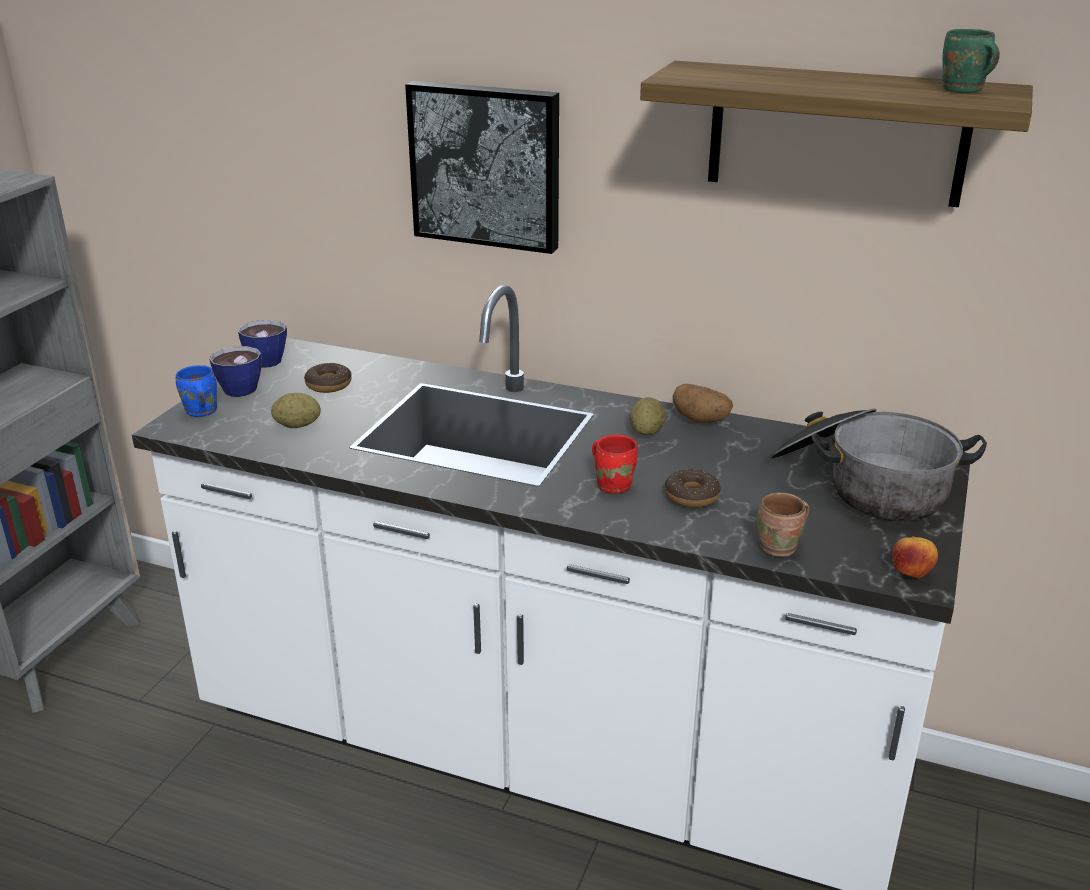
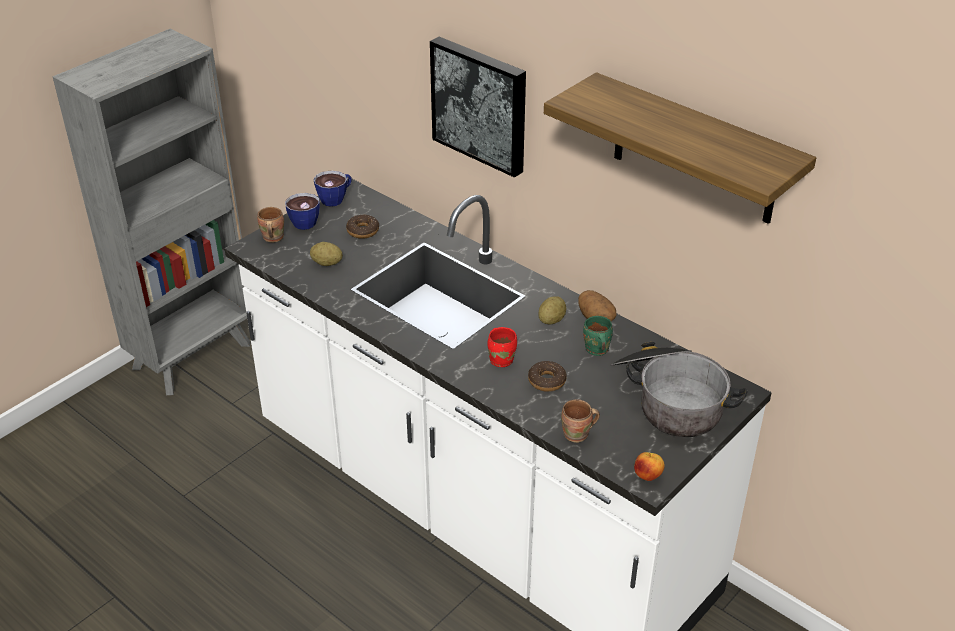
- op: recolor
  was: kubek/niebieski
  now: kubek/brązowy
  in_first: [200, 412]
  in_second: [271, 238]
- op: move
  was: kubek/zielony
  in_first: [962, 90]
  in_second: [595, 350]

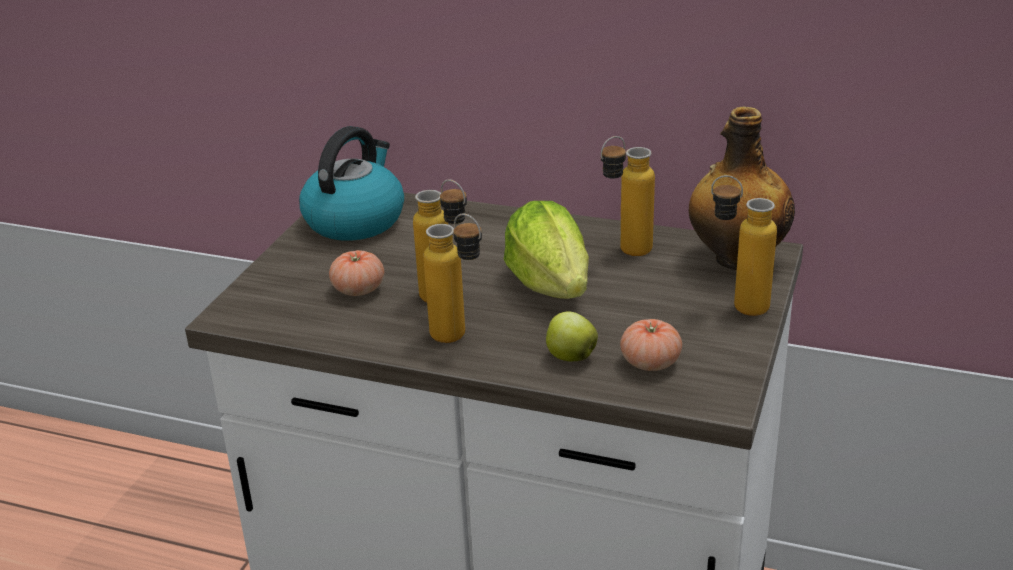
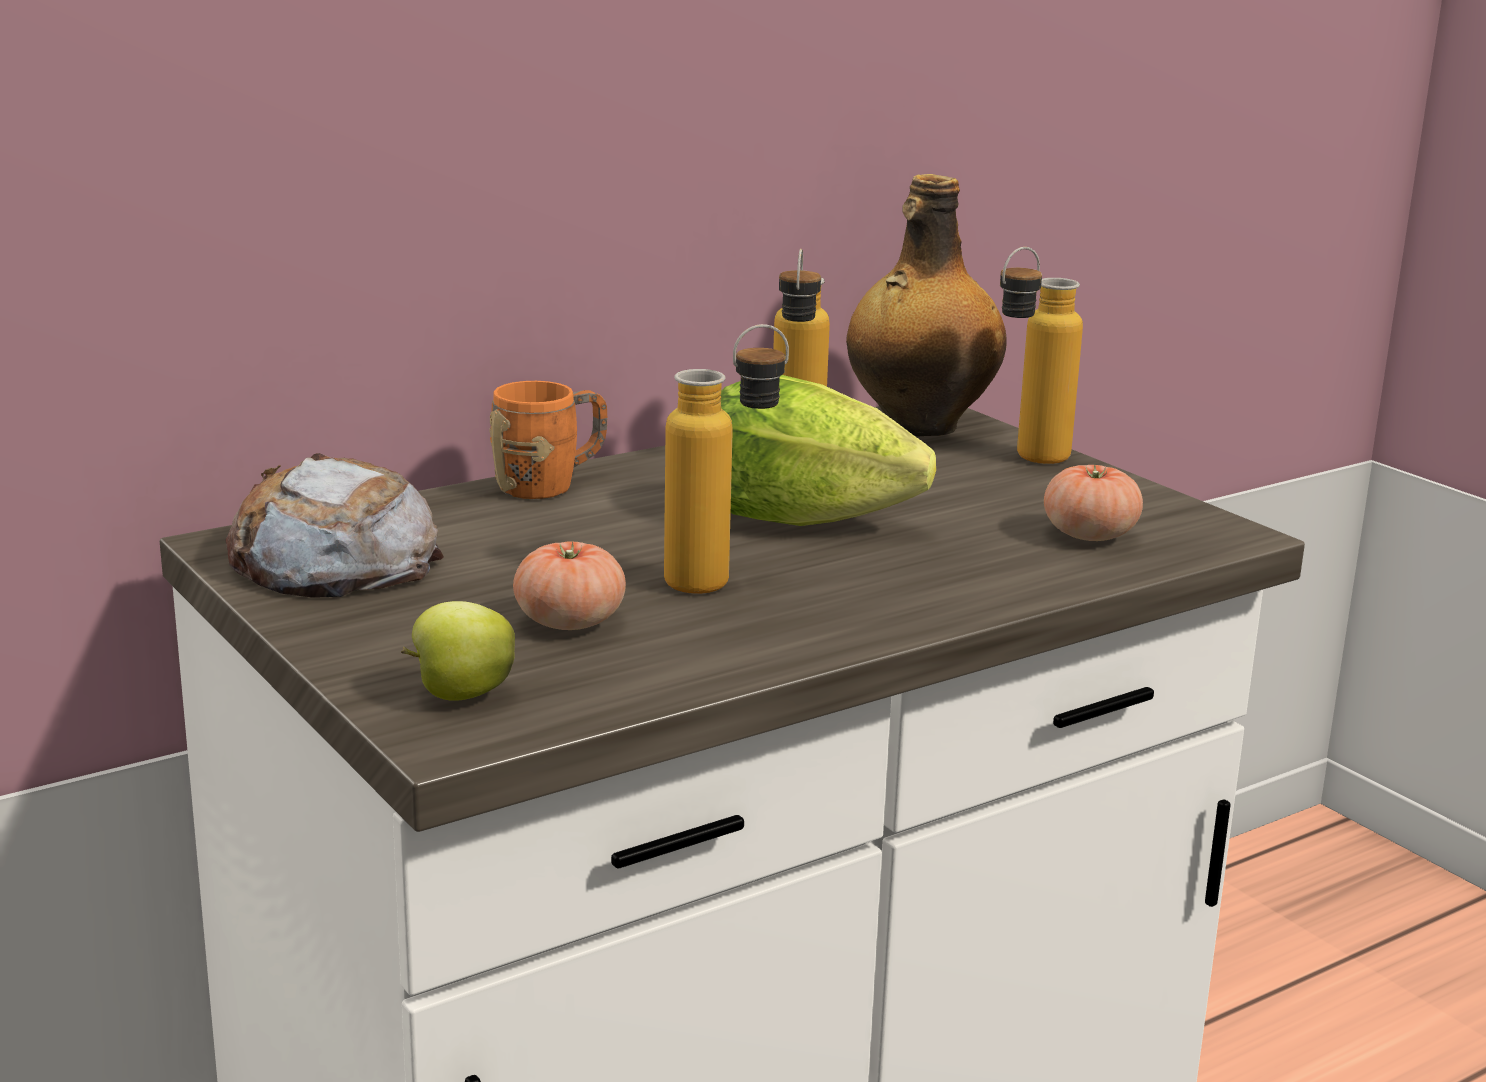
- op: replace
  was: czajnik
  now: chleb
  in_first: [355, 220]
  in_second: [332, 560]
- op: delete
  was: butelka
  in_first: [459, 339]
- op: move
  was: jabłko
  in_first: [570, 356]
  in_second: [459, 695]
- op: insert
  now: kubek/pomarańczowy
  in_second: [550, 484]

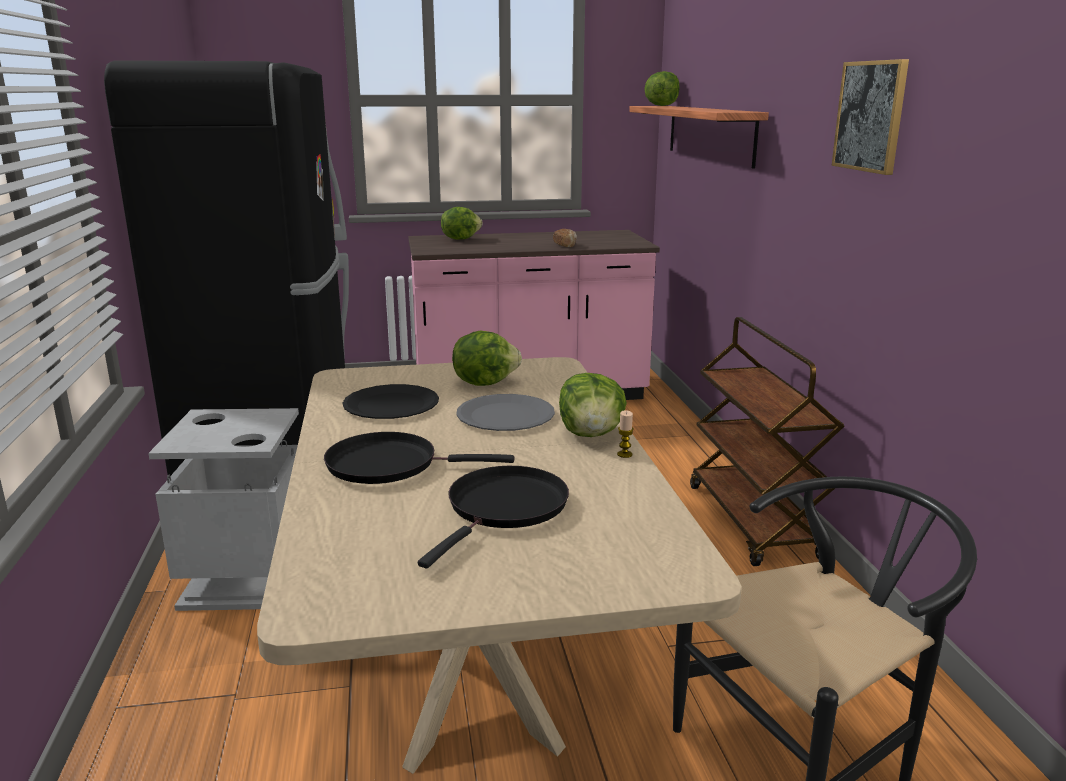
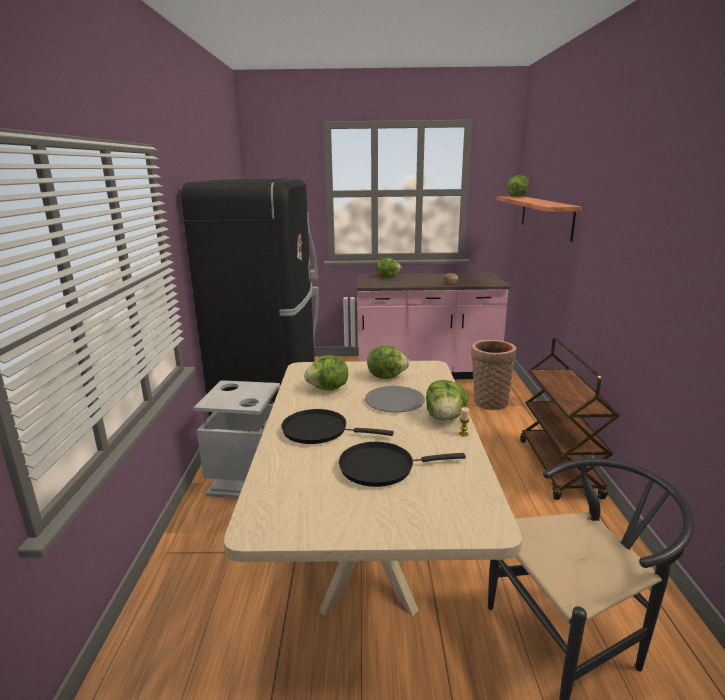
- op: replace
  was: talerz/czarny
  now: sałata
  in_first: [391, 405]
  in_second: [328, 389]
- op: rotate
  was: patelnia/czarny
  in_first: [504, 508]
  in_second: [381, 467]
  clockwise: -135
- op: delete
  was: obraz
  in_first: [870, 116]
- op: insert
  now: koszyk
  in_second: [489, 402]

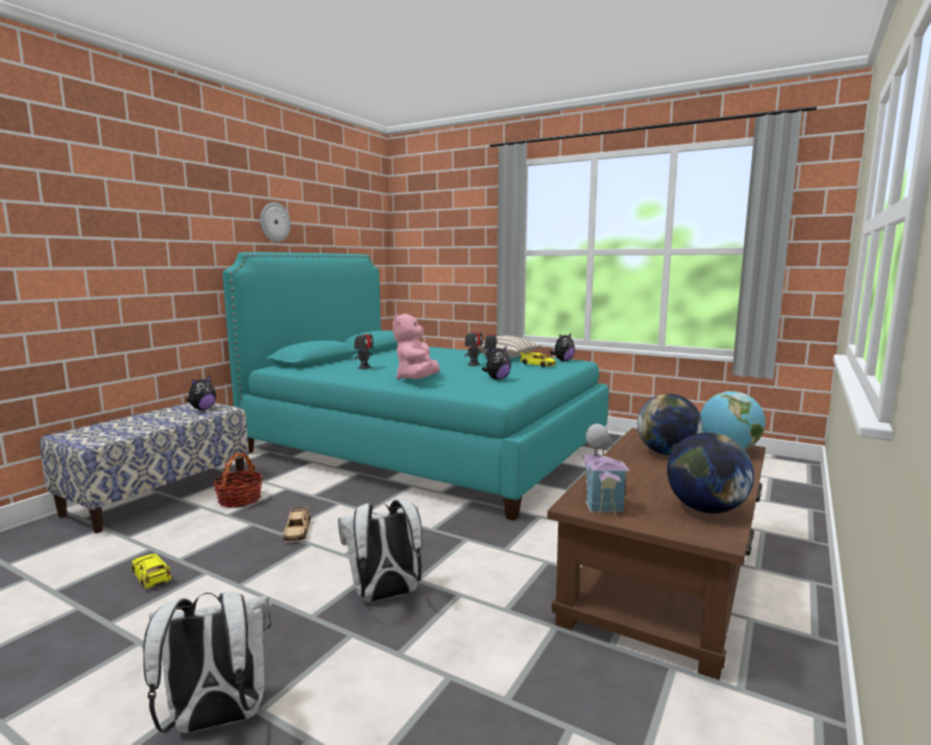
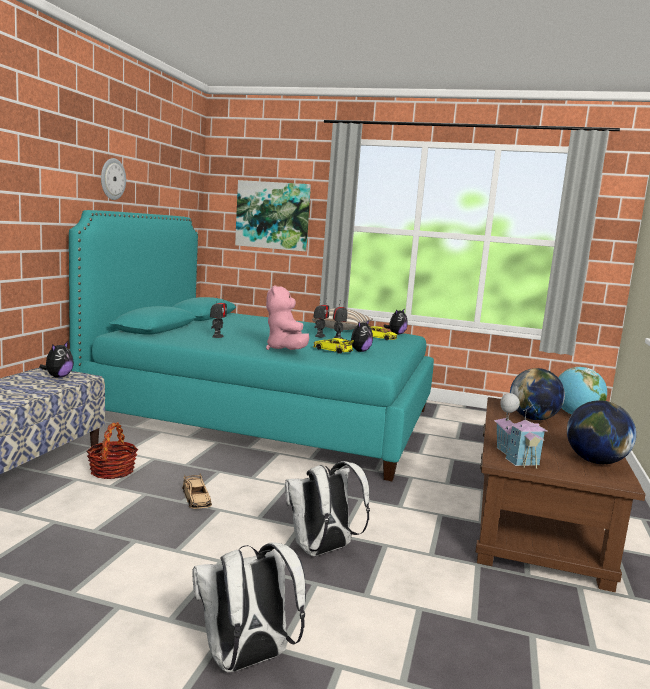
- op: move
  was: samochodzik/żółty
  in_first: [151, 575]
  in_second: [332, 350]
- op: insert
  now: obraz
  in_second: [273, 215]

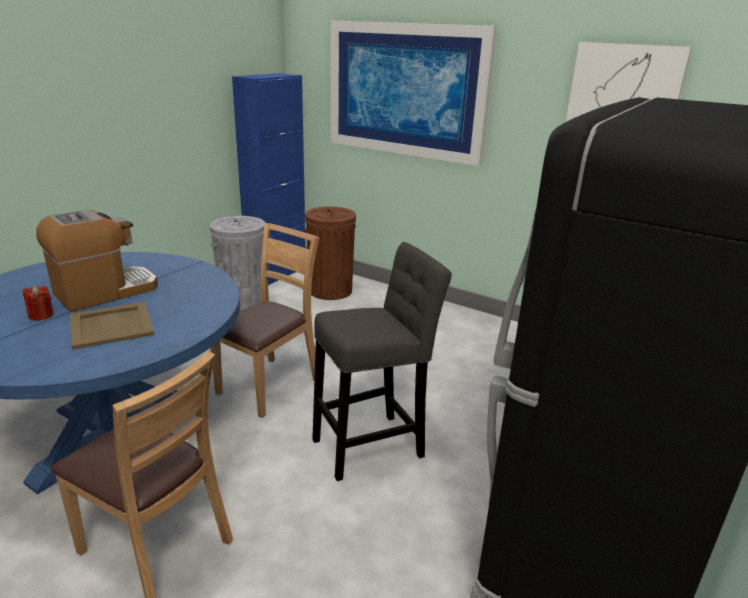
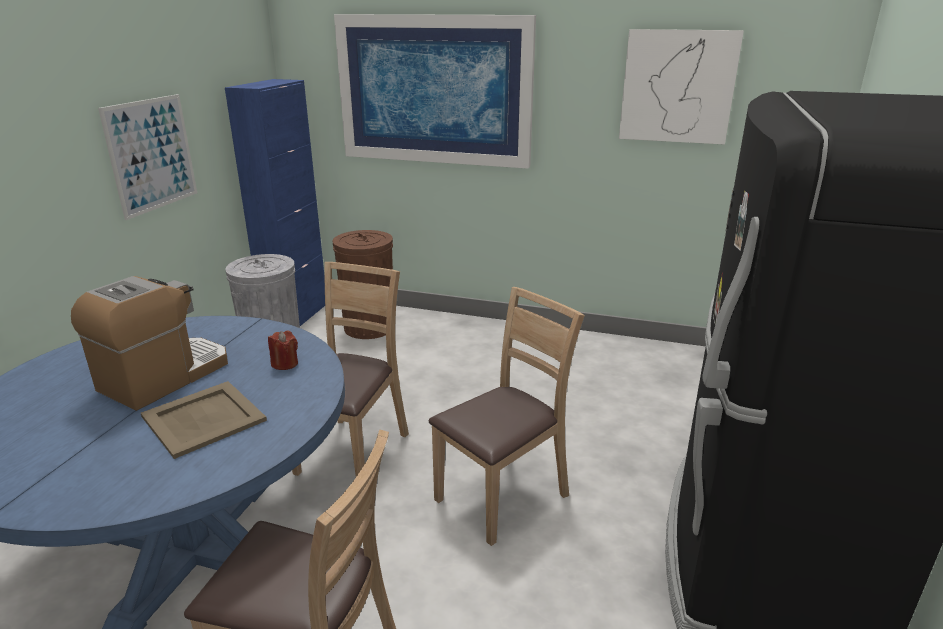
- op: move
  was: świeca/czerwony
  in_first: [41, 315]
  in_second: [285, 364]
- op: replace
  was: stołek/szary
  now: krzesło/brązowy
  in_first: [373, 445]
  in_second: [502, 496]
- op: insert
  now: obraz
  in_second: [151, 154]

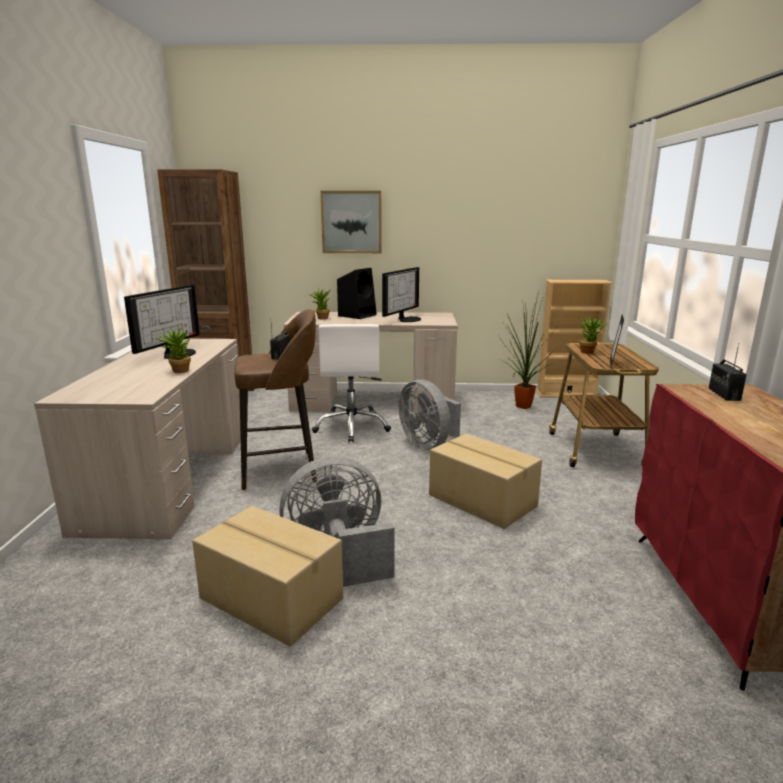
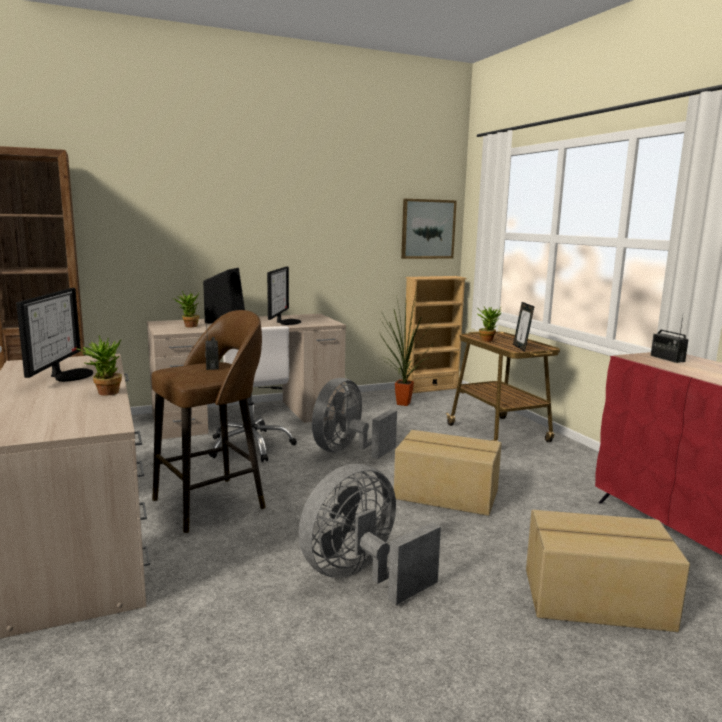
- op: move
  was: karton
  in_first: [270, 599]
  in_second: [597, 600]
- op: move
  was: obraz
  in_first: [351, 222]
  in_second: [427, 229]
- op: rotate
  was: wentylator/szary
  in_first: [428, 444]
  in_second: [347, 451]
  clockwise: 90

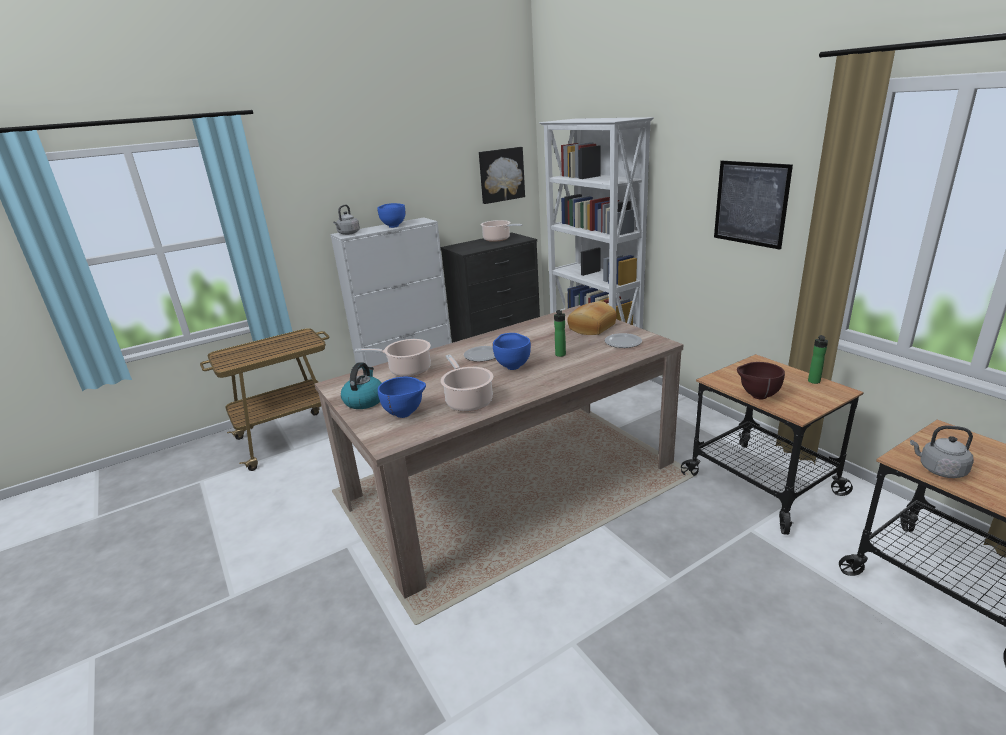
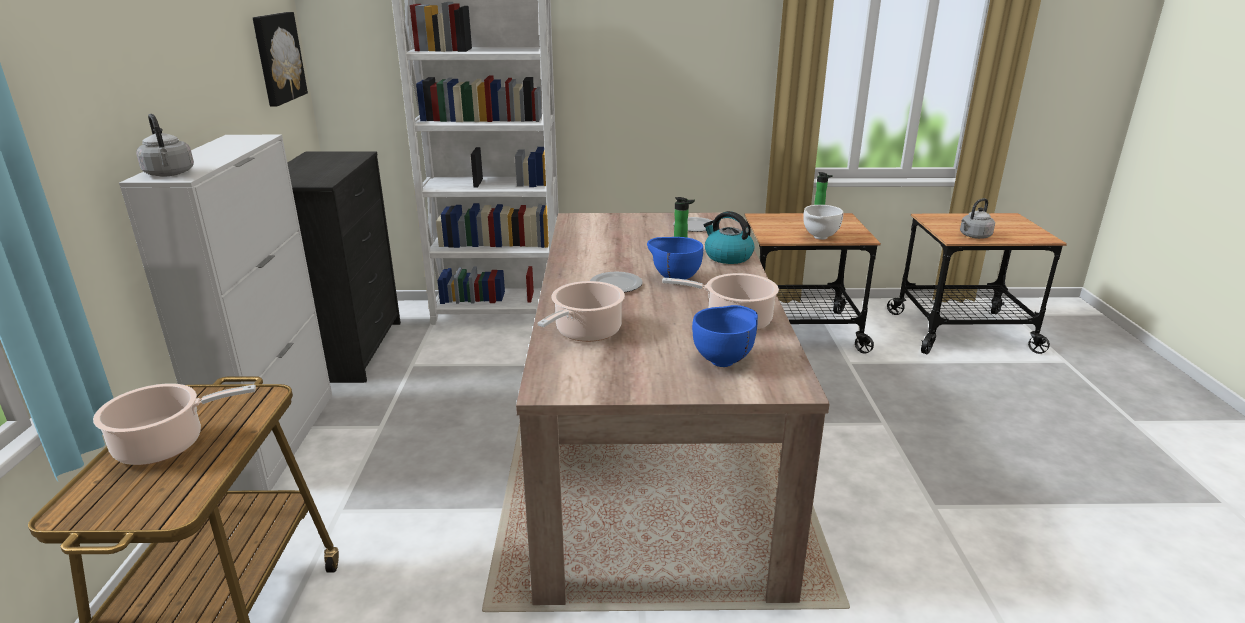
- op: move
  was: czajnik
  in_first: [364, 400]
  in_second: [727, 256]
- op: delete
  was: miska/niebieski
  in_first: [393, 226]
- op: move
  was: garnek
  in_first: [498, 239]
  in_second: [166, 445]
- op: delete
  was: chleb
  in_first: [591, 327]
- op: delete
  was: obraz
  in_first: [750, 203]
- op: recolor
  was: miska/brązowy
  now: miska/biały
  in_first: [756, 396]
  in_second: [819, 238]

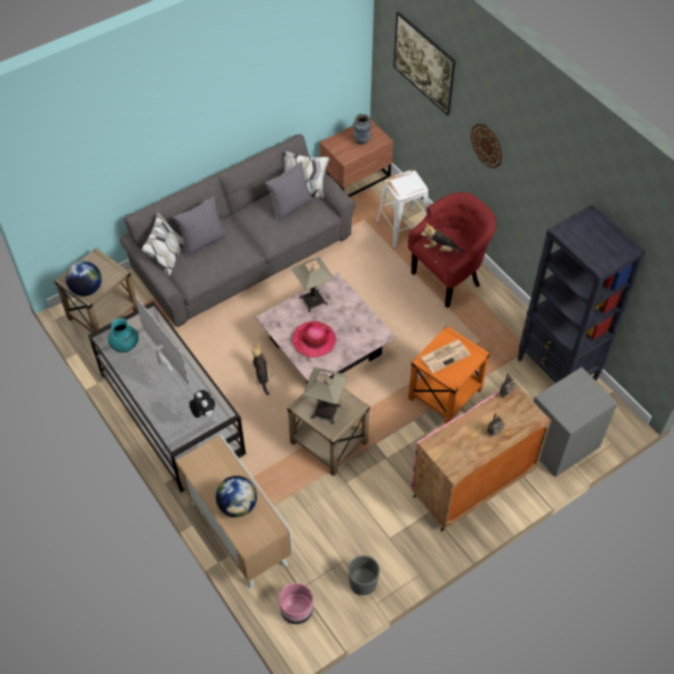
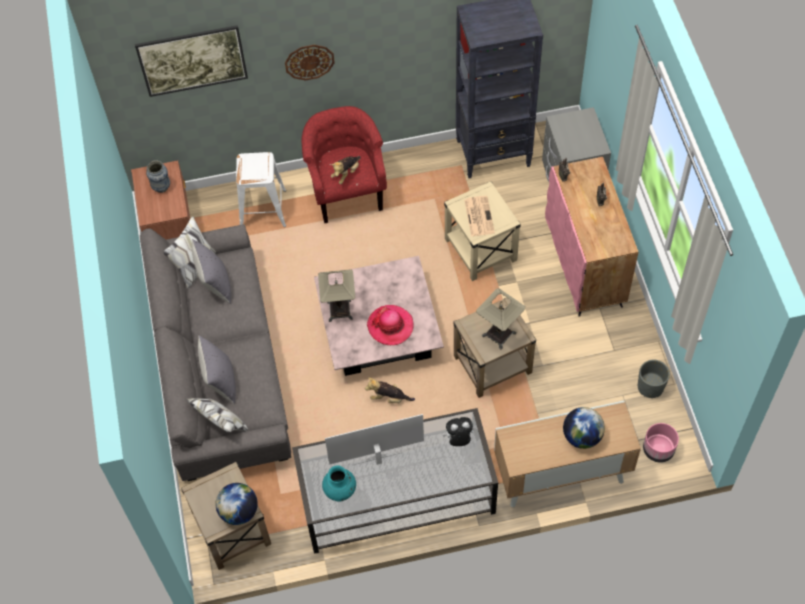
- op: recolor
  was: stolik/pomarańczowy
  now: stolik/beżowy
  in_first: [445, 393]
  in_second: [480, 249]

